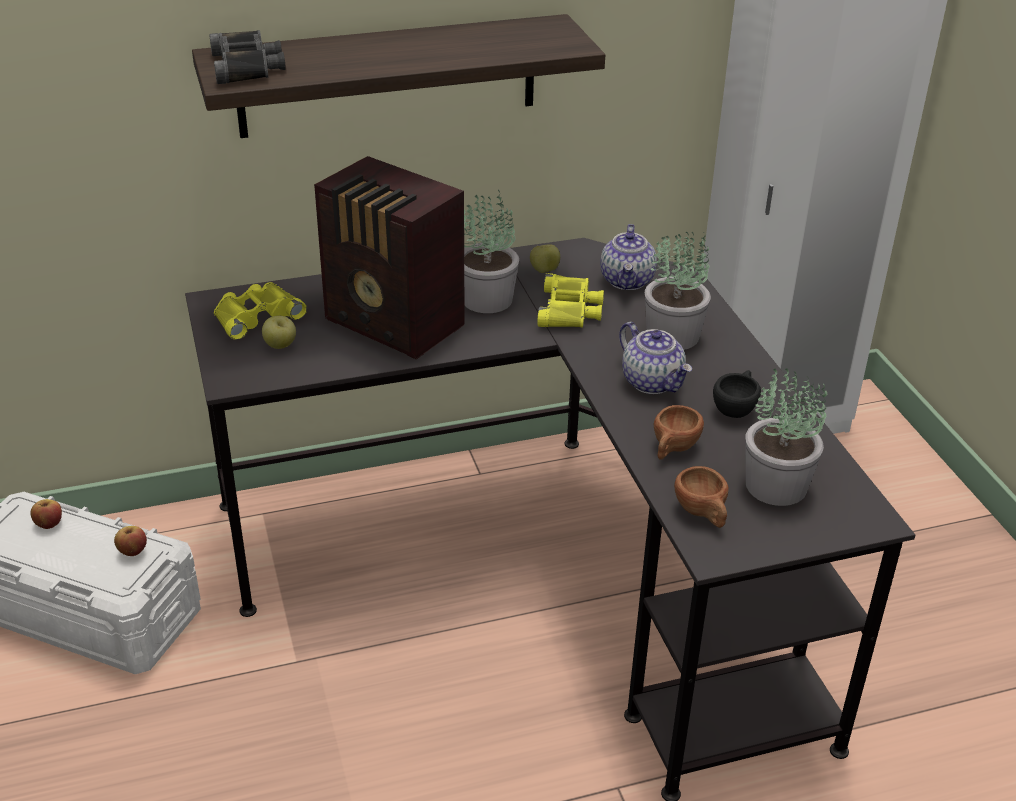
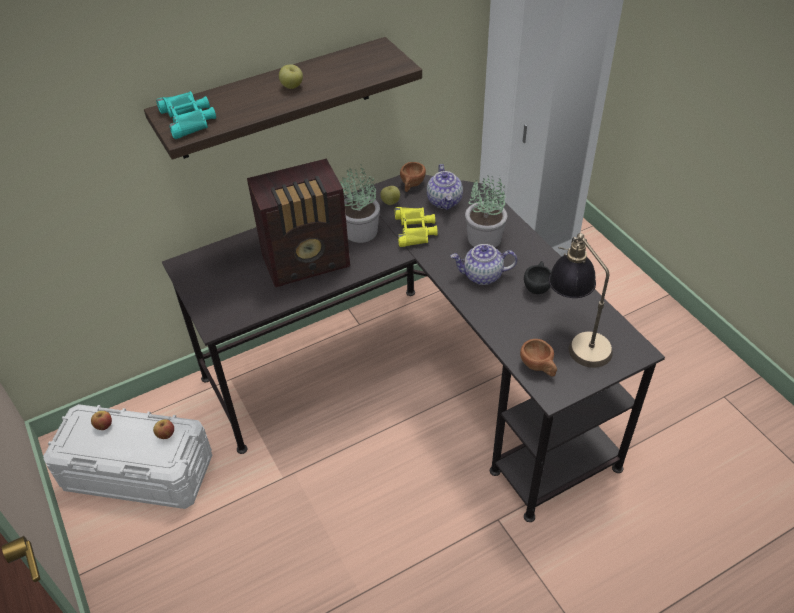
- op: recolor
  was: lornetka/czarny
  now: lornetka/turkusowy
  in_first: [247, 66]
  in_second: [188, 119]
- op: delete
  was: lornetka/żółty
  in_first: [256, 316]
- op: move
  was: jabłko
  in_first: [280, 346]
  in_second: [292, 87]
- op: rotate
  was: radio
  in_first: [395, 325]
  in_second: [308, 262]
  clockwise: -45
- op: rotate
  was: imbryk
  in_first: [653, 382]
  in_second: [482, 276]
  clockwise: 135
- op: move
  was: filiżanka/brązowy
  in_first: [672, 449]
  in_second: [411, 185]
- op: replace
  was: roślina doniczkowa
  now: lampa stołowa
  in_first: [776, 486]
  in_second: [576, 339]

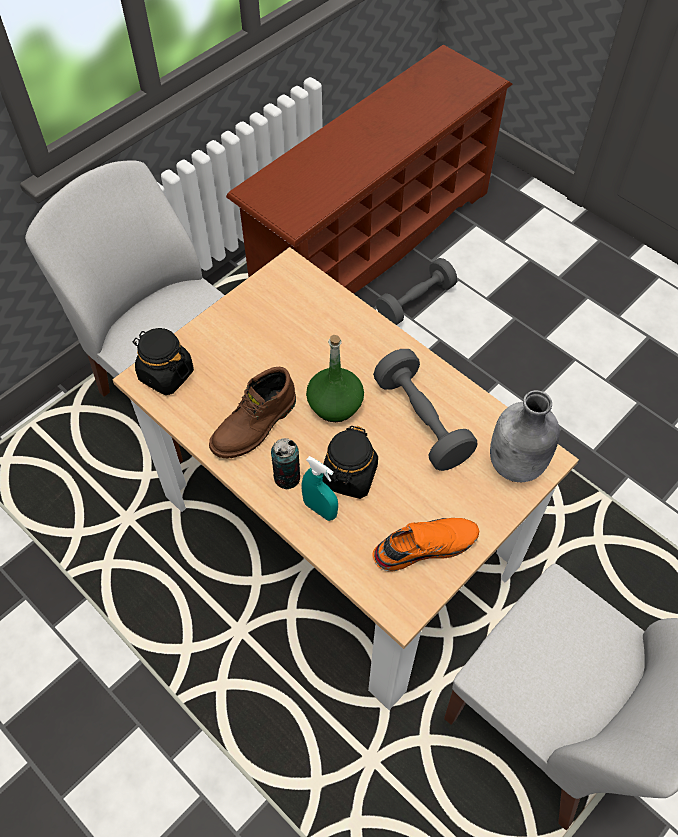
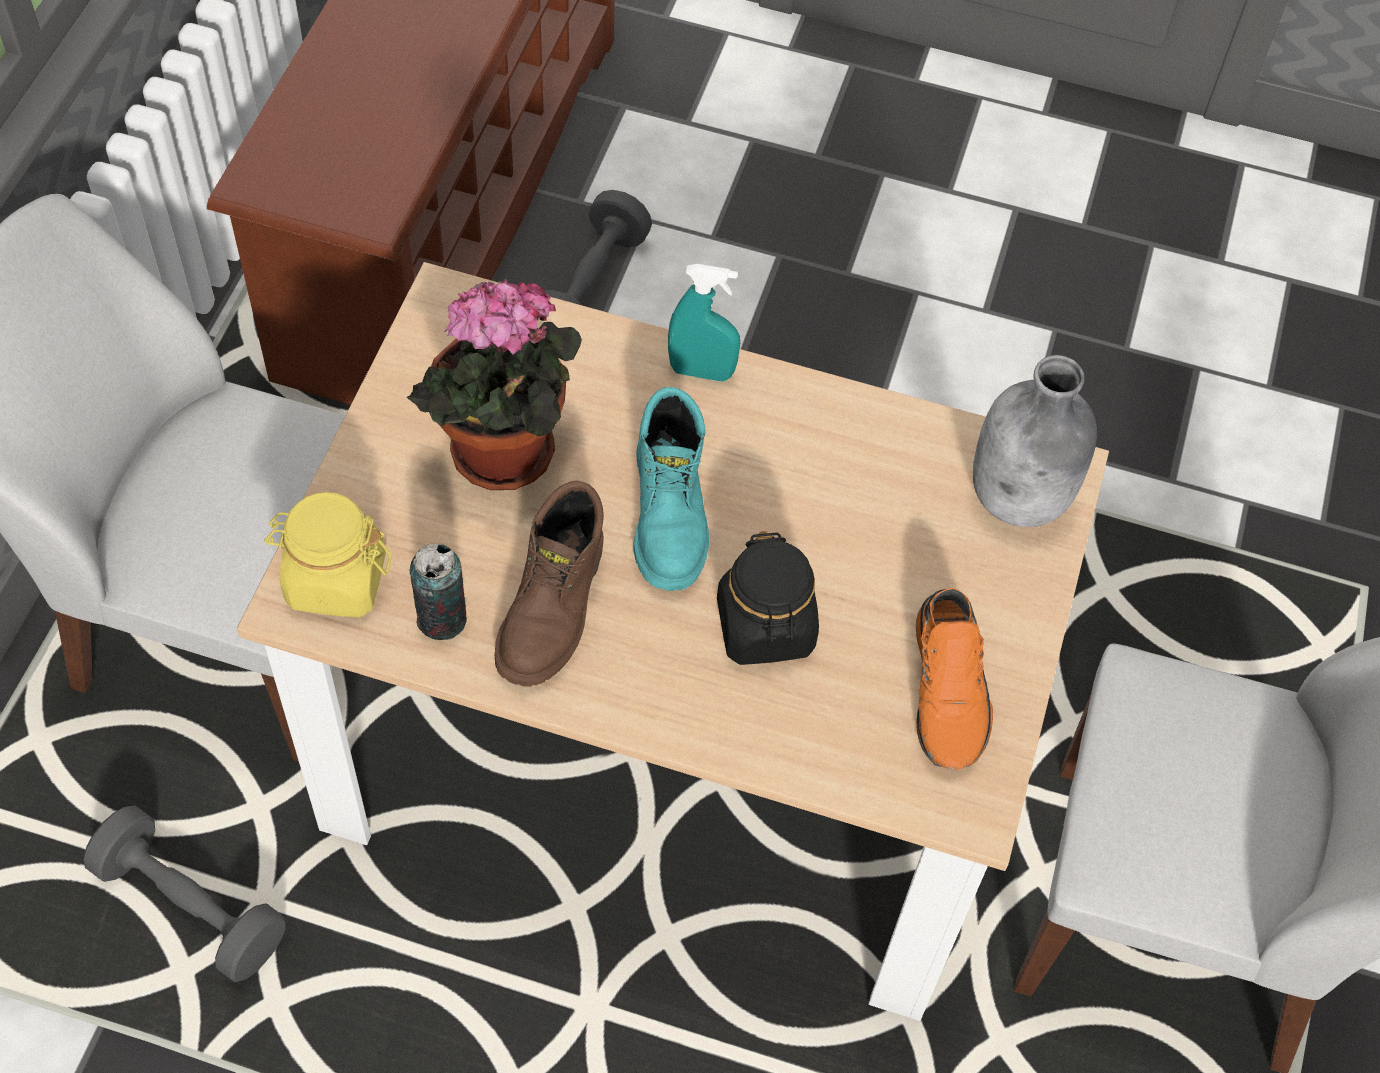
- op: recolor
  was: słoik/czarny
  now: słoik/żółty
  in_first: [166, 374]
  in_second: [335, 580]
- op: move
  was: puszka
  in_first: [287, 477]
  in_second: [442, 619]
- op: move
  was: spryskiwacz/turkusowy
  in_first: [320, 509]
  in_second: [701, 371]
- op: replace
  was: butelka/zielony
  now: but z cholewką/turkusowy
  in_first: [335, 404]
  in_second: [671, 515]
- op: rotate
  was: but/pomarańczowy
  in_first: [424, 545]
  in_second: [950, 690]
  clockwise: 135
- op: move
  was: hantel/szary
  in_first: [422, 421]
  in_second: [191, 907]
- op: insert
  now: roślina doniczkowa
  in_second: [502, 460]

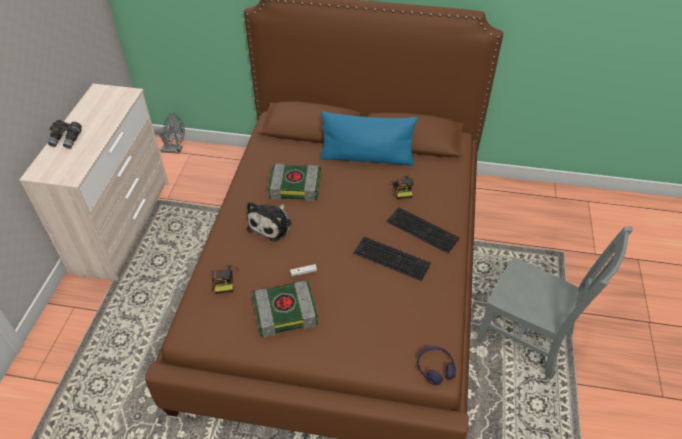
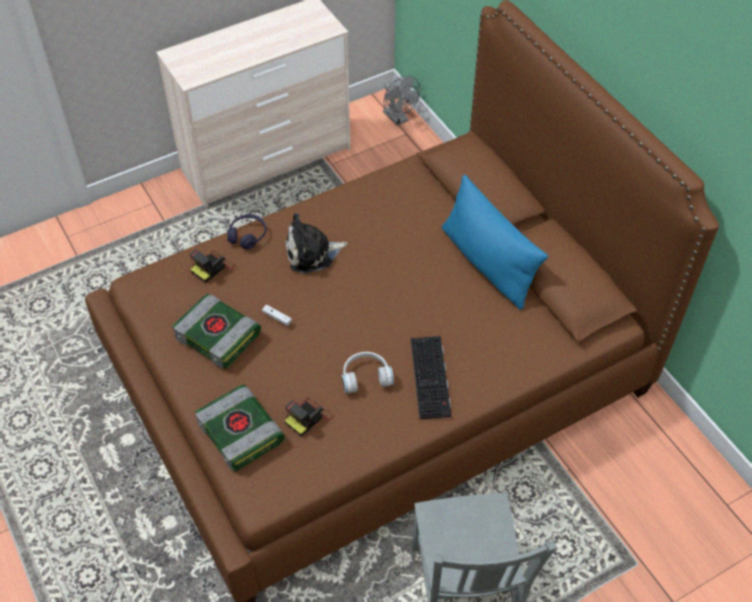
- op: delete
  was: lornetka/szary
  in_first: [67, 140]
- op: move
  was: książka
  in_first: [296, 186]
  in_second: [242, 433]
- op: replace
  was: klawiatura
  now: słuchawki/biały
  in_first: [393, 258]
  in_second: [365, 376]
- op: move
  was: aparat fotograficzny
  in_first: [402, 189]
  in_second: [308, 417]
- op: move
  was: słuchawki/fioletowy
  in_first: [435, 368]
  in_second: [247, 235]

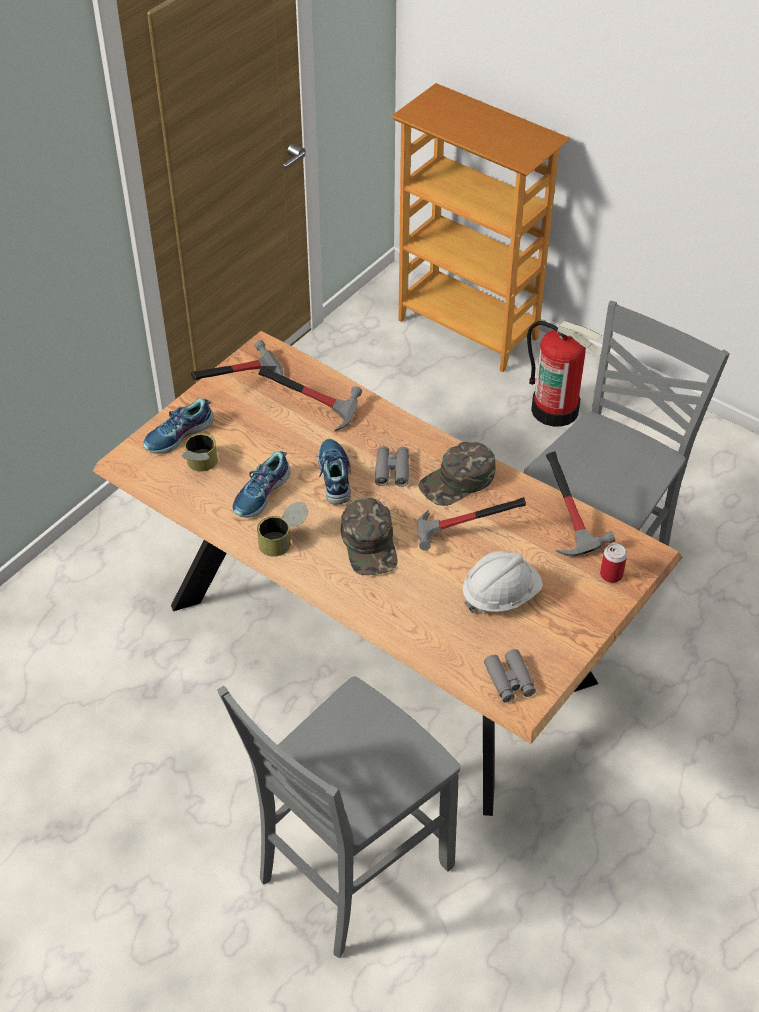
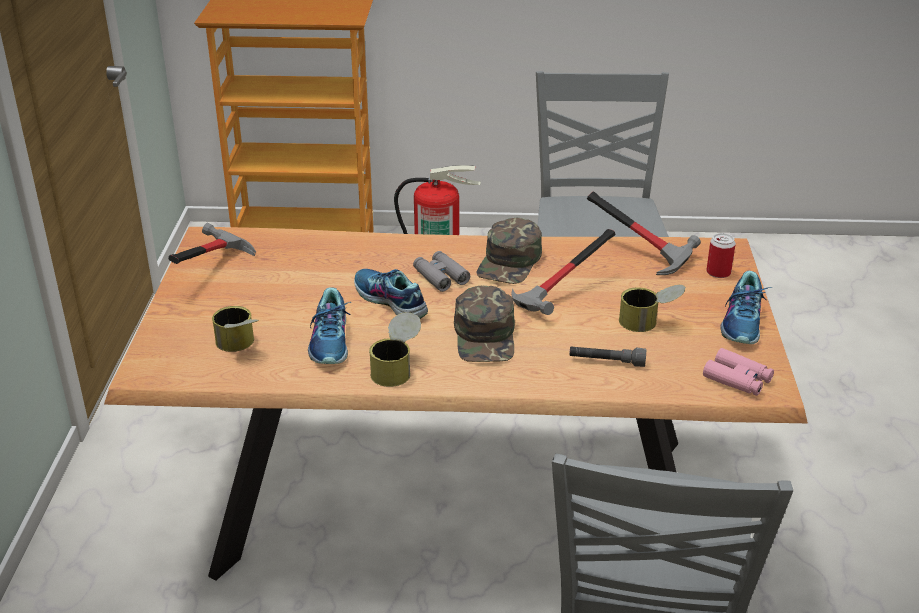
- op: move
  was: but
  in_first: [179, 435]
  in_second: [743, 323]
- op: delete
  was: młotek
  in_first: [316, 407]
- op: rotate
  was: czapka z daszkiem/zielony
  in_first: [370, 544]
  in_second: [486, 336]
  clockwise: 45
- op: replace
  was: kask/biały
  now: puszka
  in_first: [500, 595]
  in_second: [649, 323]
- op: recolor
  was: lornetka/szary
  now: lornetka/różowy
  in_first: [509, 680]
  in_second: [737, 379]
- op: insert
  now: latarka/szary
  in_second: [606, 362]

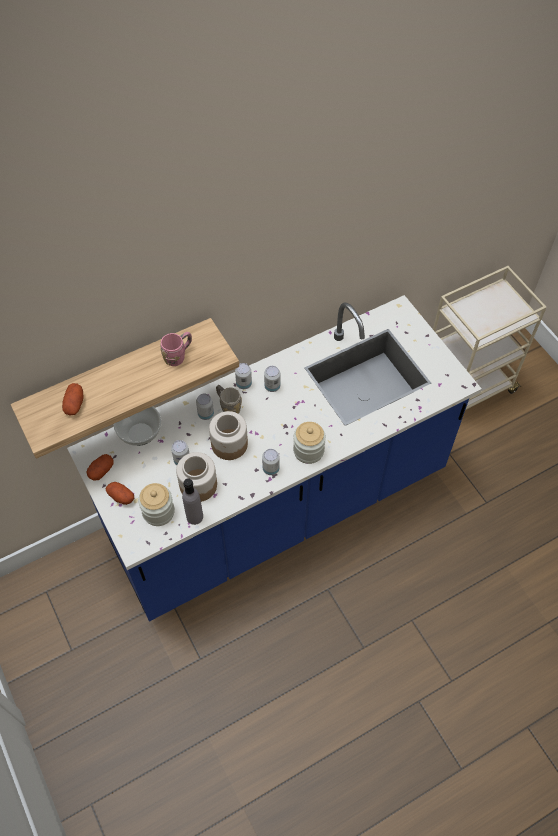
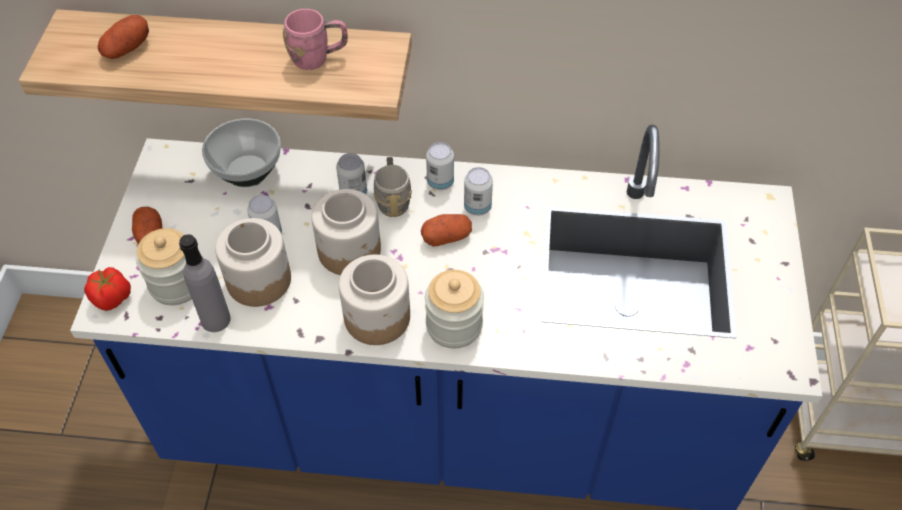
- op: move
  was: ziemniak
  in_first: [101, 470]
  in_second: [446, 237]
- op: replace
  was: puszka
  now: słoik
  in_first: [271, 469]
  in_second: [377, 318]
- op: insert
  now: pomidor
  in_second: [113, 298]

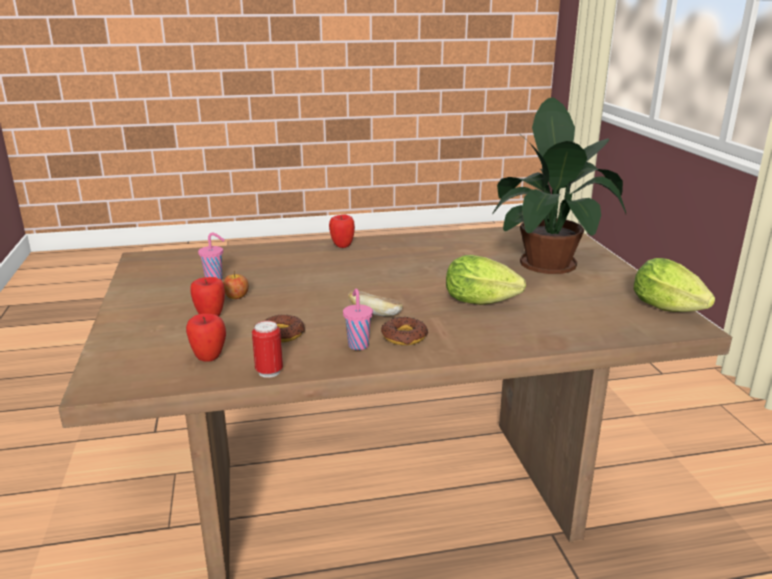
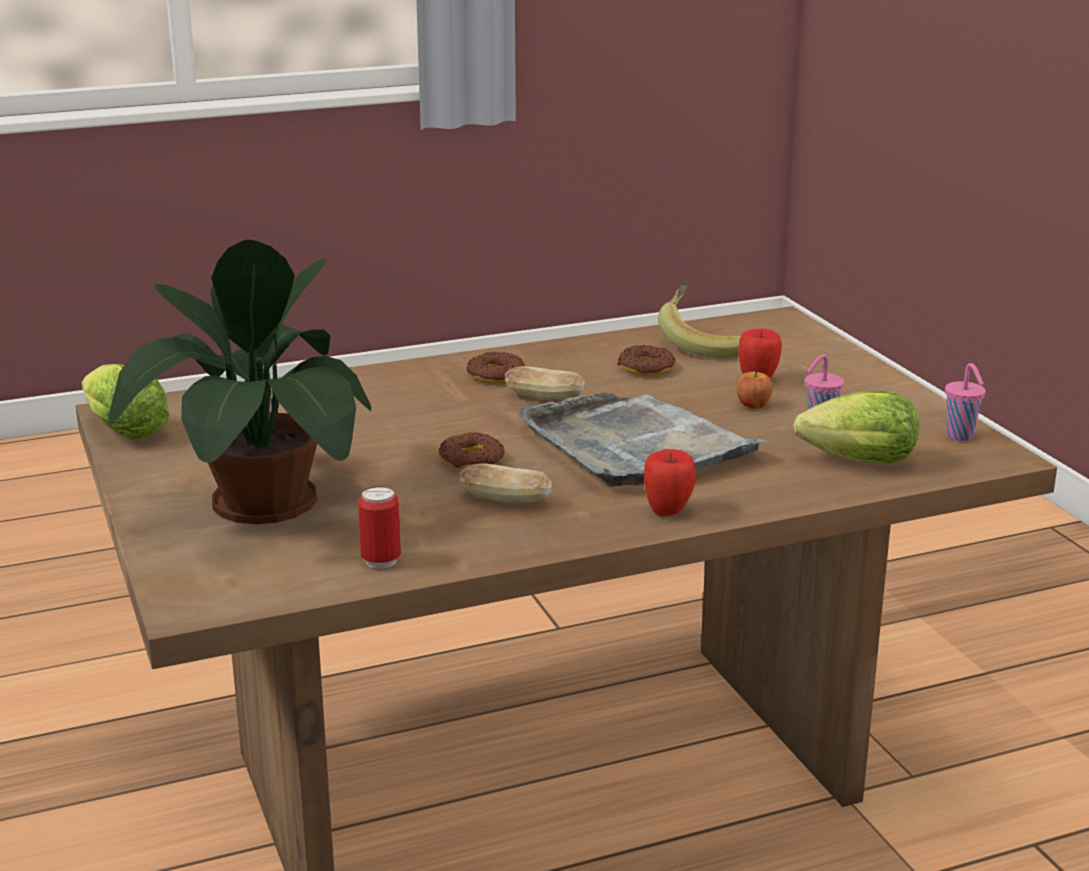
- op: replace
  was: jabłko
  now: banan
  in_first: [209, 357]
  in_second: [704, 344]
- op: move
  was: puszka
  in_first: [269, 372]
  in_second: [381, 561]
- op: move
  was: filiżanka/różowy
  in_first: [358, 345]
  in_second: [961, 437]
- op: move
  was: sałata
  in_first: [484, 302]
  in_second: [852, 461]
- op: insert
  now: donut
  in_second: [472, 460]
- op: insert
  now: chleb
  in_second: [505, 501]
- op: insert
  now: taca/szary
  in_second: [635, 446]

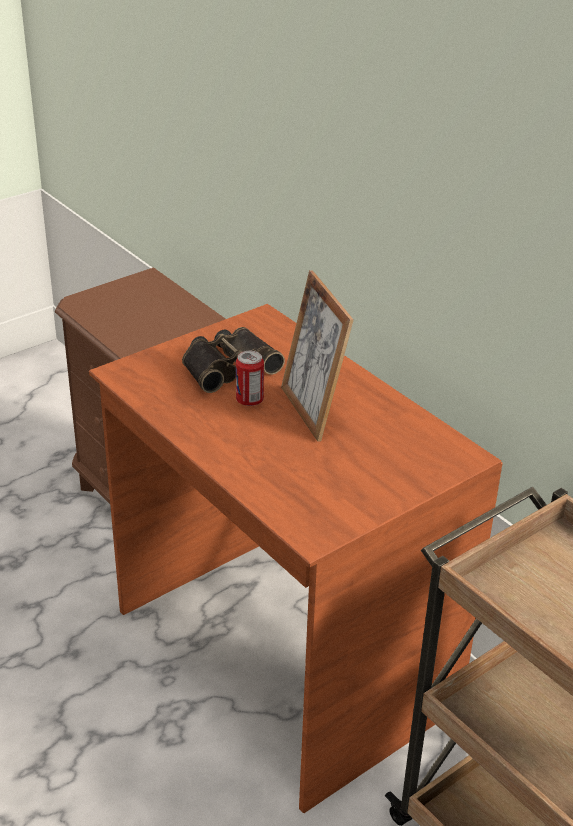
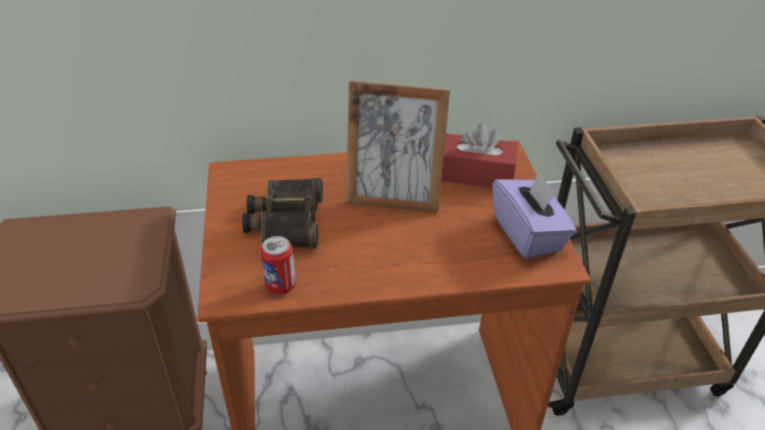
- op: move
  was: puszka
  in_first: [249, 400]
  in_second: [280, 286]
- op: insert
  now: pudełko chusteczek/czerwony
  in_second: [476, 174]
- op: insert
  now: pudełko chusteczek/fioletowy
  in_second: [528, 234]

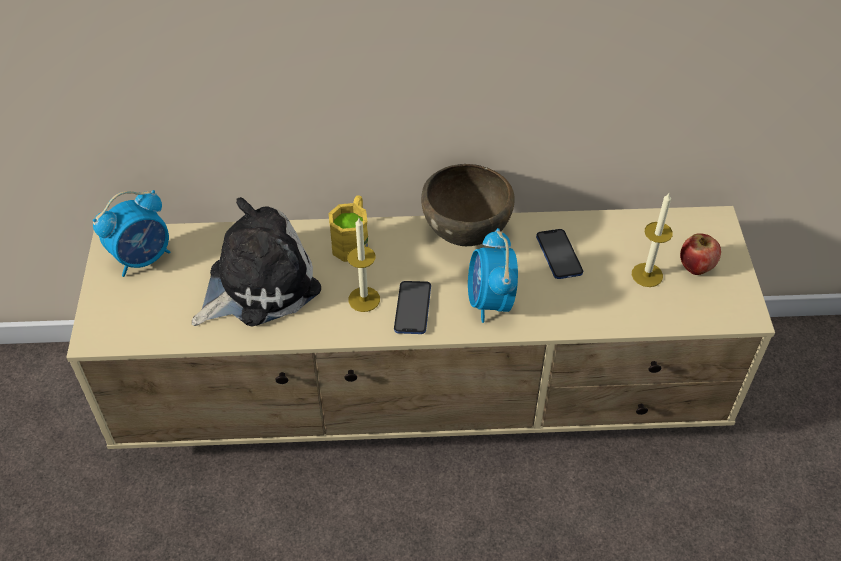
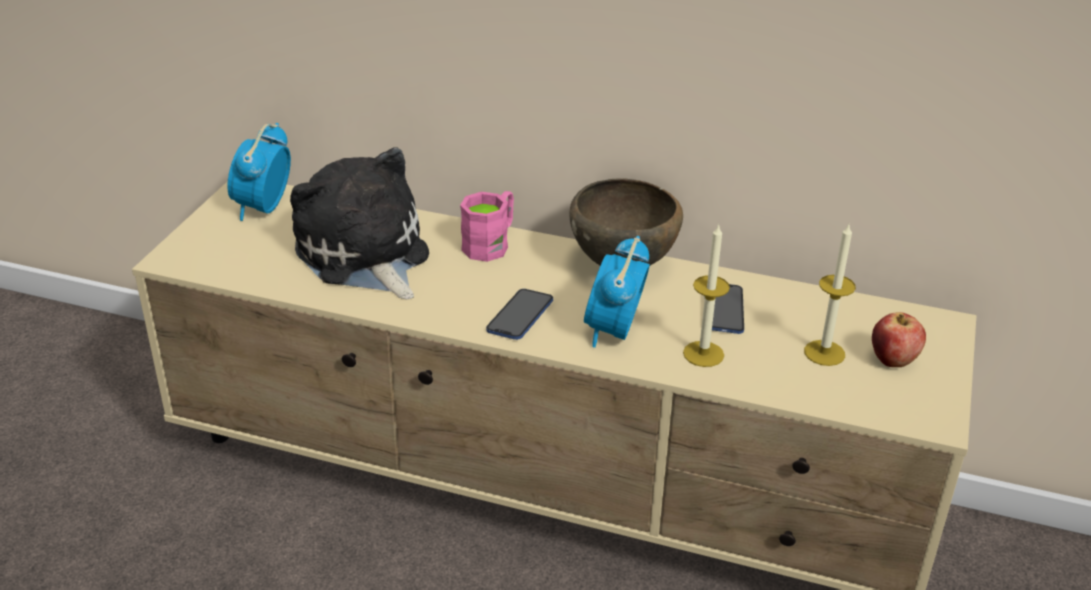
- op: rotate
  was: budzik
  in_first: [143, 257]
  in_second: [263, 208]
  clockwise: 120
- op: rotate
  was: pluszak
  in_first: [257, 284]
  in_second: [364, 256]
  clockwise: -105
- op: recolor
  was: kubek/żółty
  now: kubek/różowy
  in_first: [353, 240]
  in_second: [491, 244]
- op: move
  was: świeca
  in_first: [364, 299]
  in_second: [703, 354]

